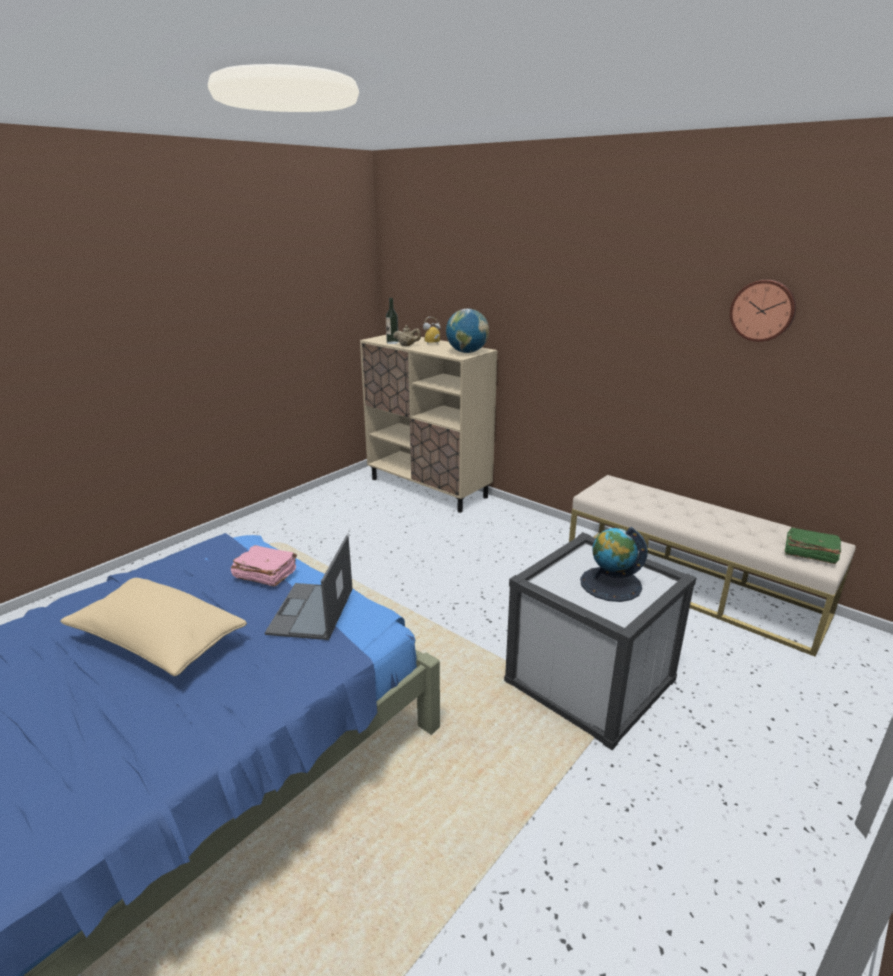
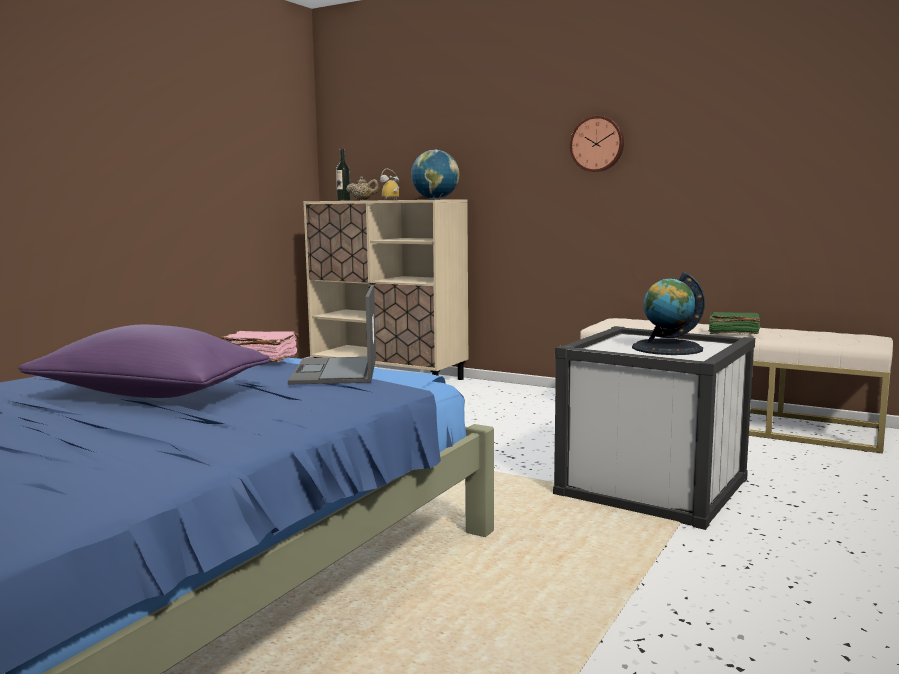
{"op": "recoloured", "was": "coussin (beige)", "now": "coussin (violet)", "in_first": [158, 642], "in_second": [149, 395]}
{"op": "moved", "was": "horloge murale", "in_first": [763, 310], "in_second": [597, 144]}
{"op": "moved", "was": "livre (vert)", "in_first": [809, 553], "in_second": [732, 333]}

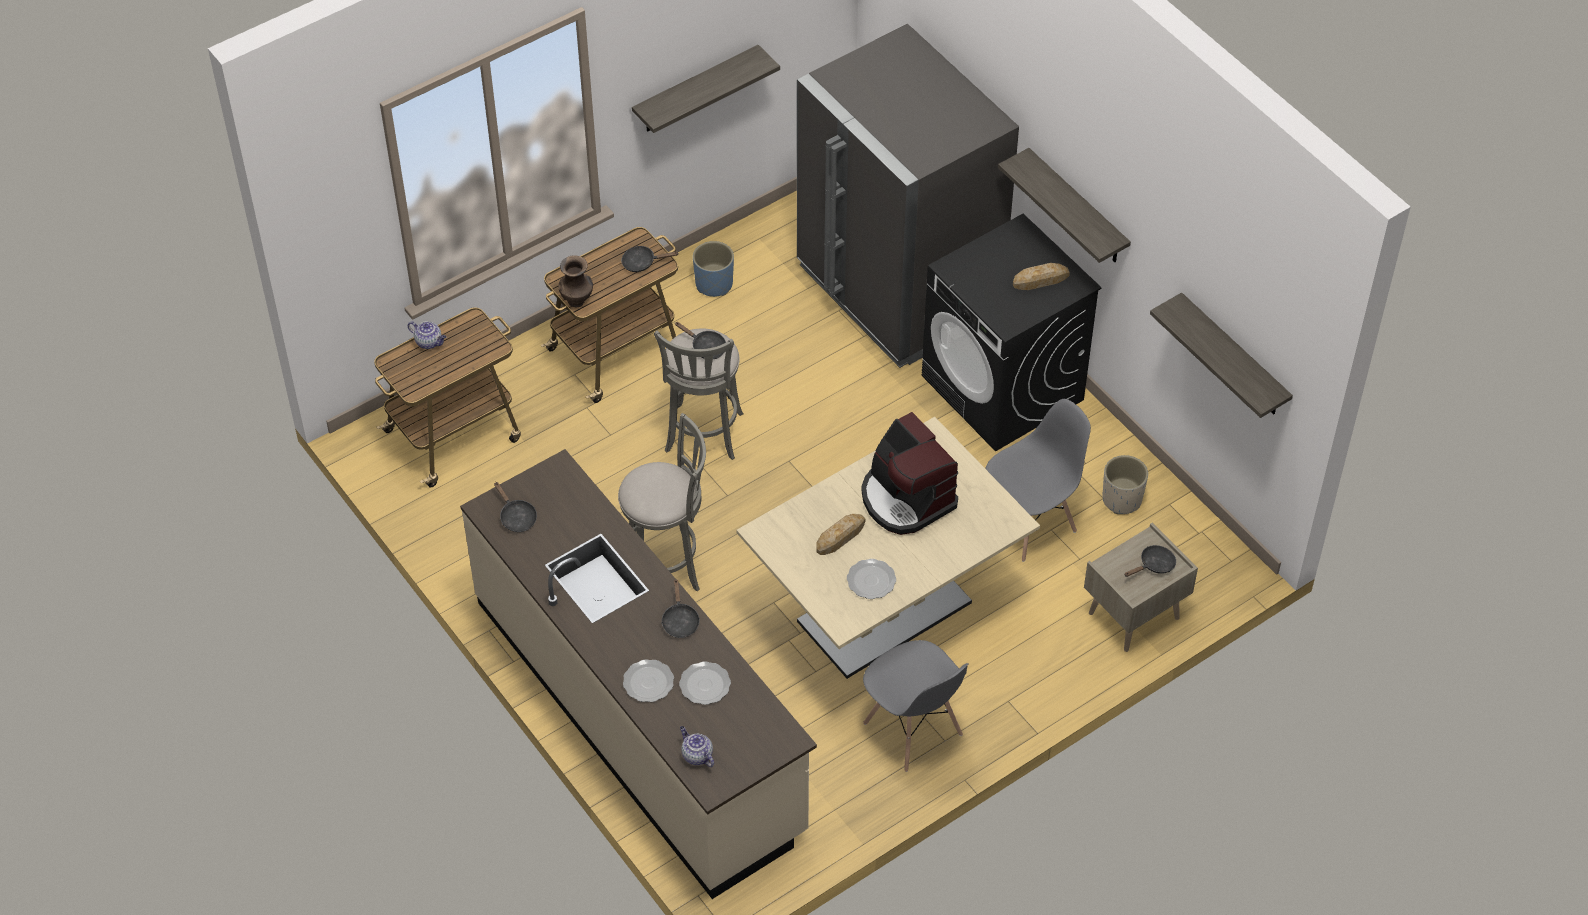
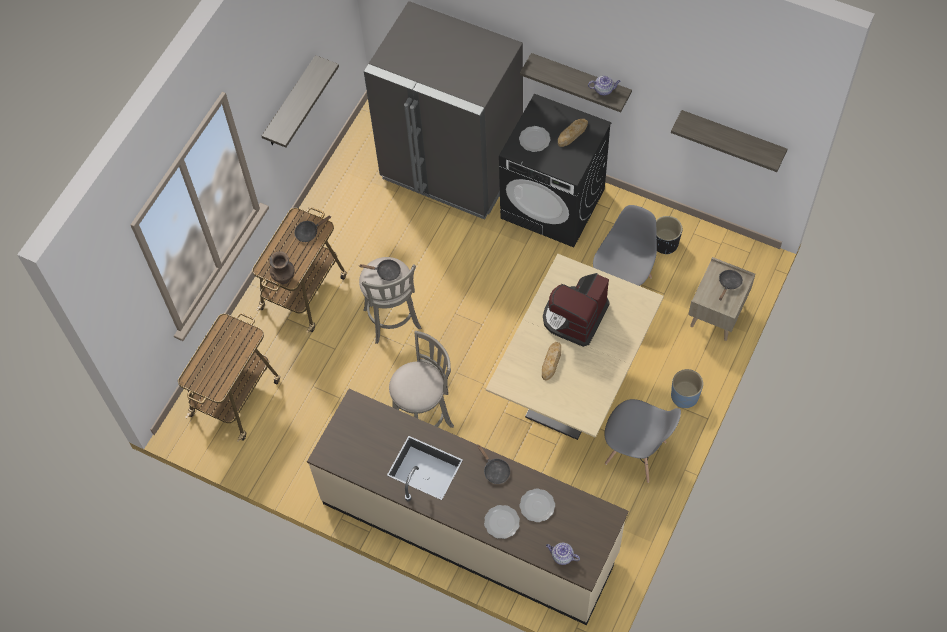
{"op": "moved", "was": "théière", "in_first": [429, 342], "in_second": [604, 90]}
{"op": "removed", "was": "poêle (noir)", "in_first": [516, 517]}
{"op": "moved", "was": "cache-pot (bleu)", "in_first": [714, 284], "in_second": [684, 396]}
{"op": "moved", "was": "assiette", "in_first": [872, 580], "in_second": [535, 139]}
{"op": "turned", "was": "machine à café", "in_first": [906, 499], "in_second": [574, 317], "clockwise": 90}
{"op": "recoloured", "was": "cache-pot (beige)", "now": "cache-pot (noir)", "in_first": [1122, 499], "in_second": [665, 243]}

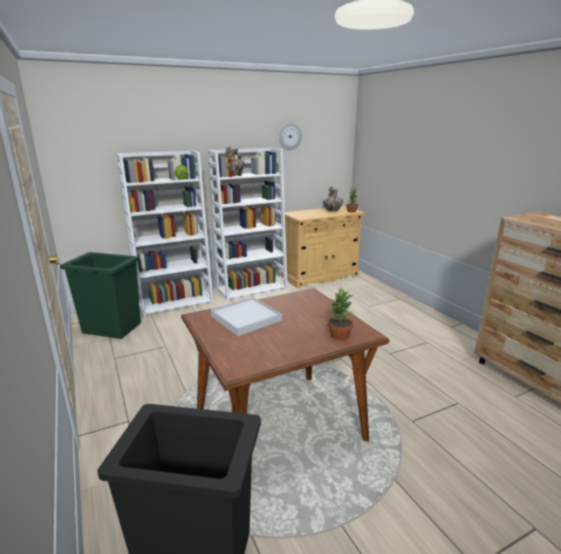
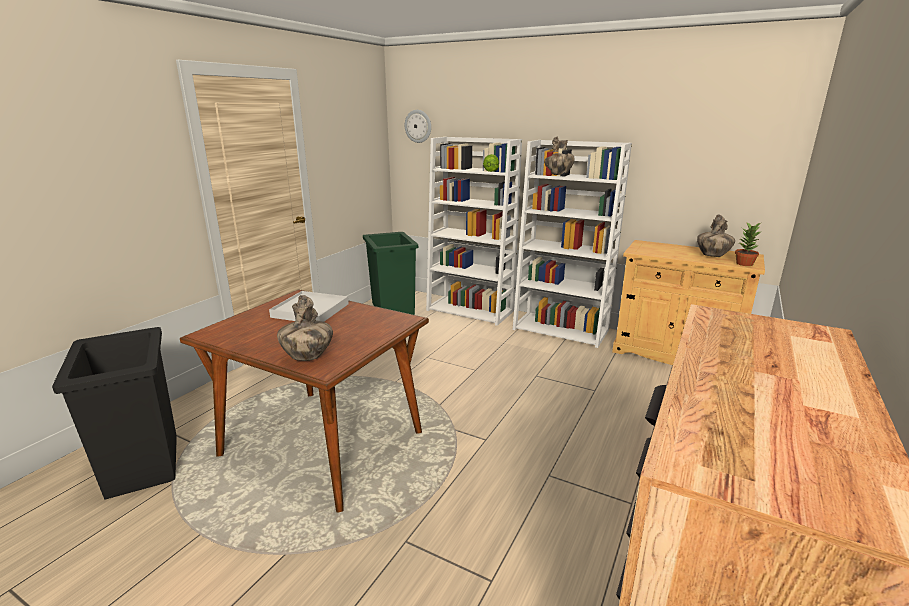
{"op": "moved", "was": "horloge murale", "in_first": [290, 136], "in_second": [418, 126]}
{"op": "replaced", "was": "plante en pot", "now": "vase", "in_first": [339, 336], "in_second": [307, 357]}

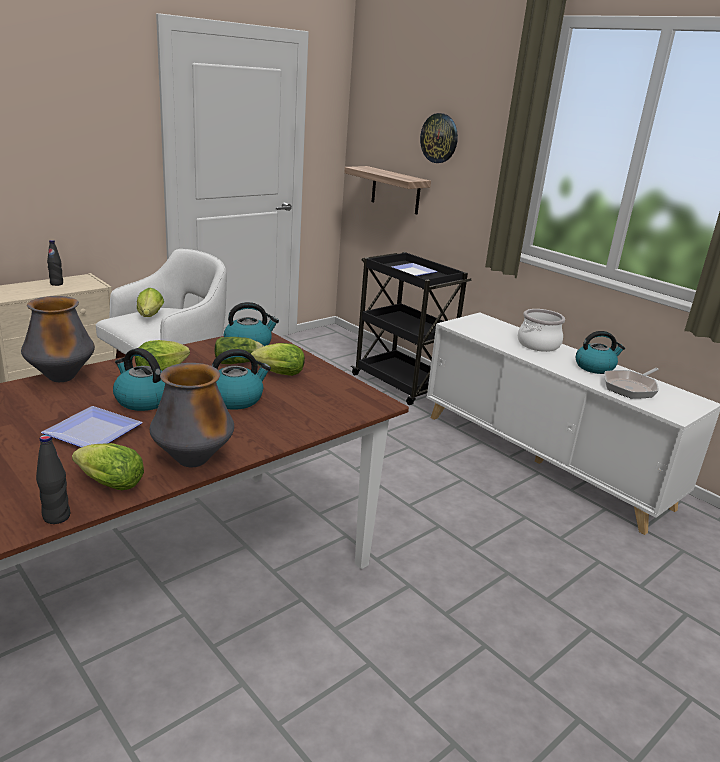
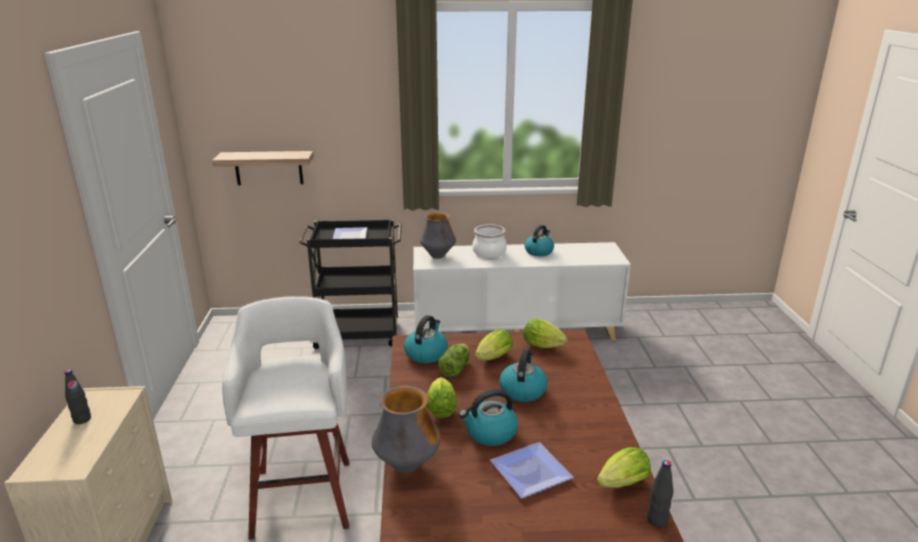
{"op": "moved", "was": "laitue", "in_first": [150, 317], "in_second": [545, 346]}
{"op": "moved", "was": "vase", "in_first": [193, 460], "in_second": [438, 256]}
{"op": "removed", "was": "horloge murale", "in_first": [439, 138]}
{"op": "removed", "was": "poêle", "in_first": [631, 387]}

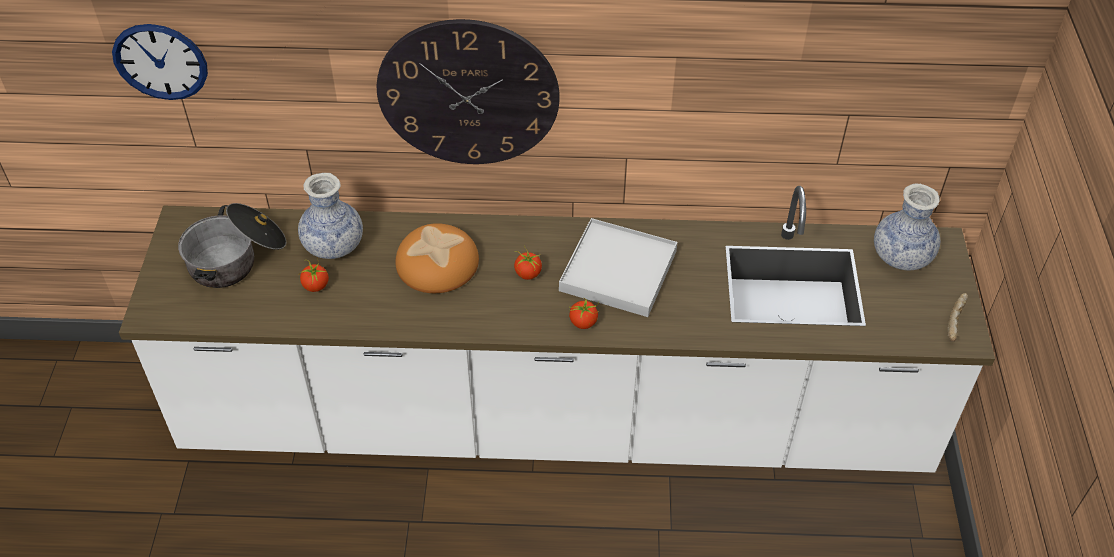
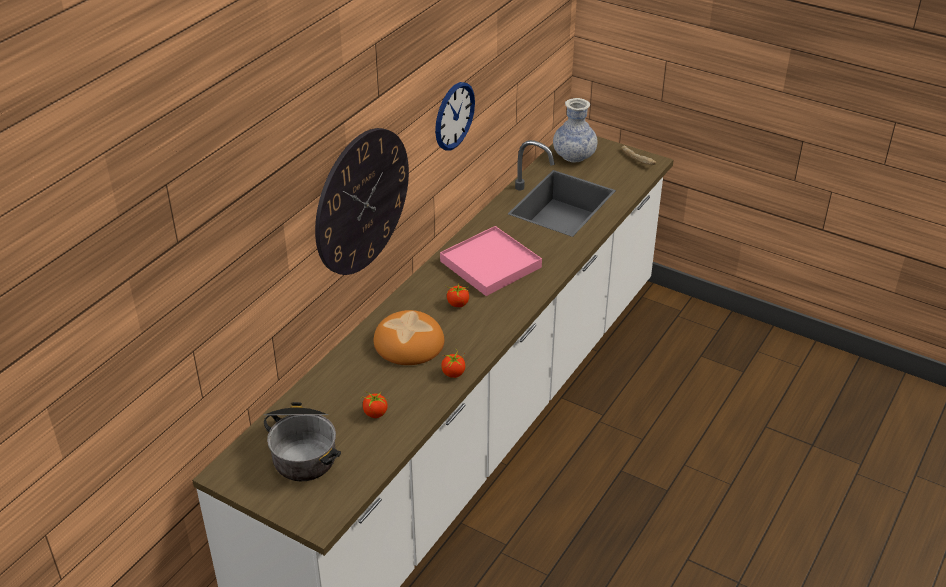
{"op": "moved", "was": "horloge murale", "in_first": [160, 61], "in_second": [454, 116]}
{"op": "removed", "was": "vase", "in_first": [333, 246]}
{"op": "recoloured", "was": "plateau (blanc)", "now": "plateau (rose)", "in_first": [618, 271], "in_second": [490, 264]}
{"op": "moved", "was": "tomate", "in_first": [583, 322], "in_second": [453, 373]}

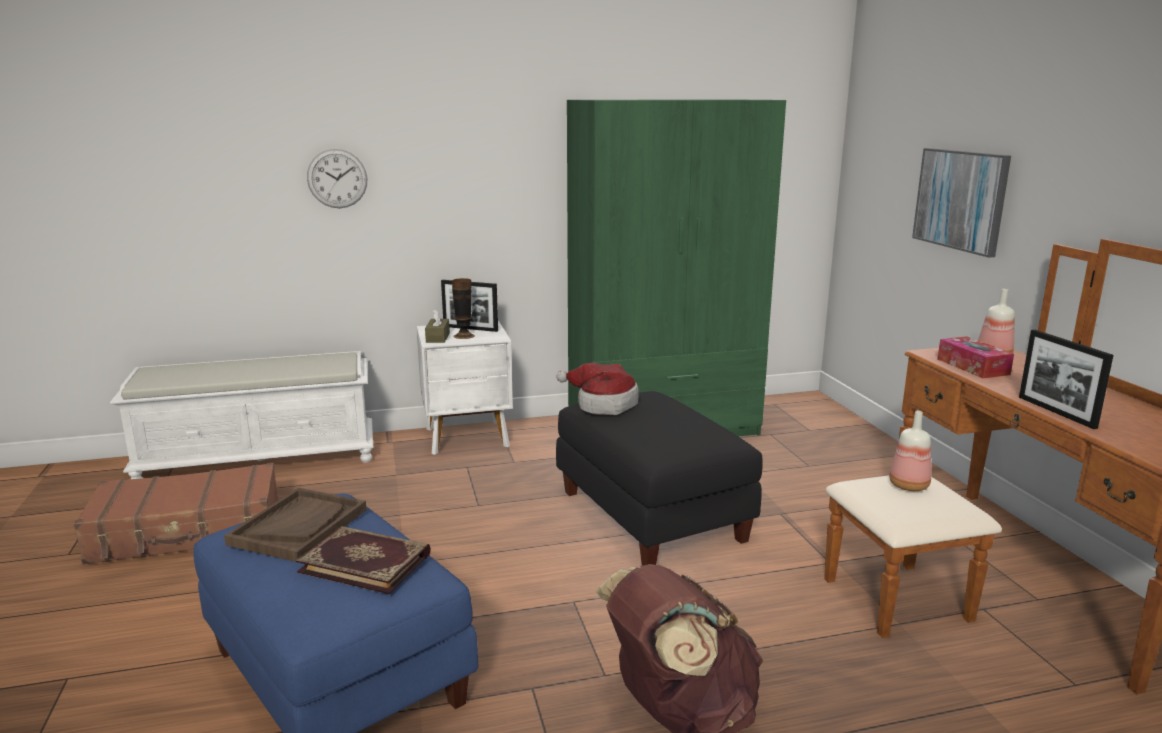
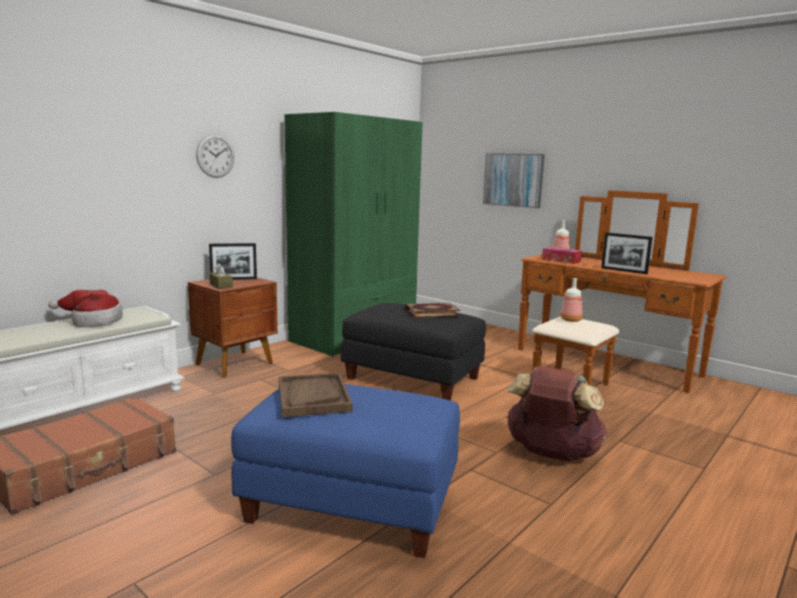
{"op": "moved", "was": "livre", "in_first": [366, 562], "in_second": [431, 312]}
{"op": "moved", "was": "horloge murale", "in_first": [337, 178], "in_second": [215, 156]}
{"op": "recoloured", "was": "table de chevet (blanc)", "now": "table de chevet (marron)", "in_first": [468, 438], "in_second": [236, 364]}
{"op": "removed", "was": "vase", "in_first": [464, 336]}
{"op": "moved", "was": "chapeau", "in_first": [602, 405], "in_second": [93, 321]}

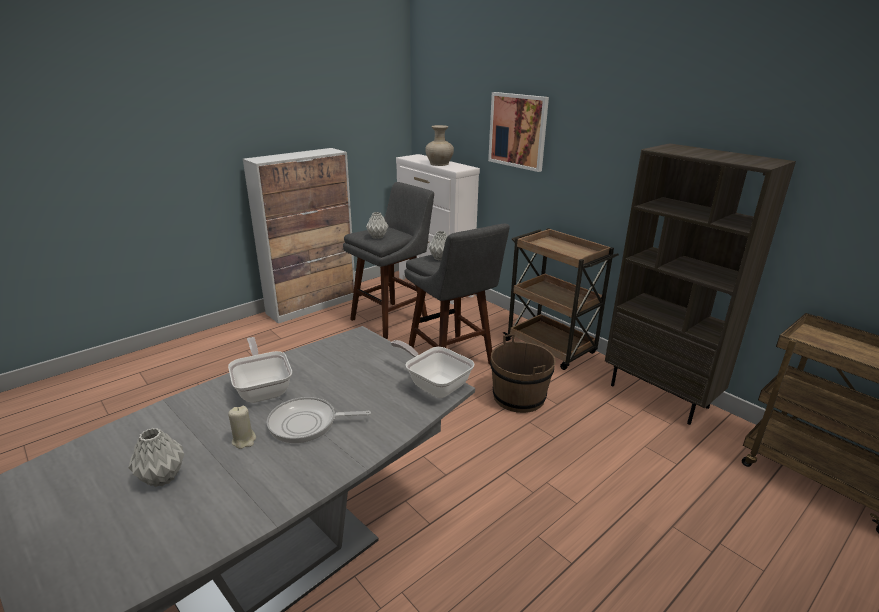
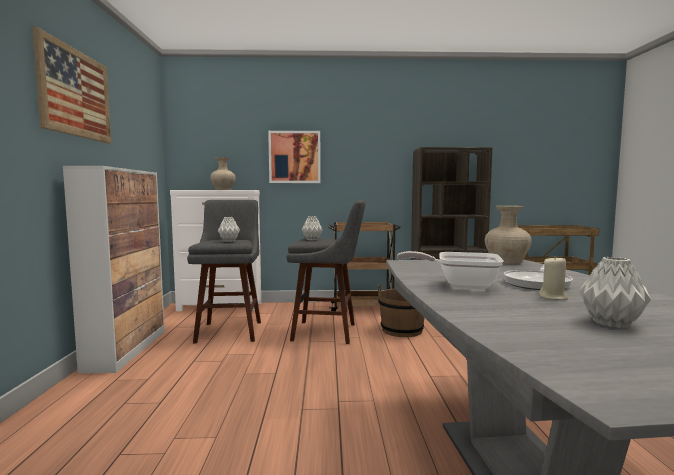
{"op": "replaced", "was": "poêle", "now": "vase (beige)", "in_first": [434, 384], "in_second": [506, 261]}
{"op": "added", "now": "tableau", "in_second": [75, 93]}

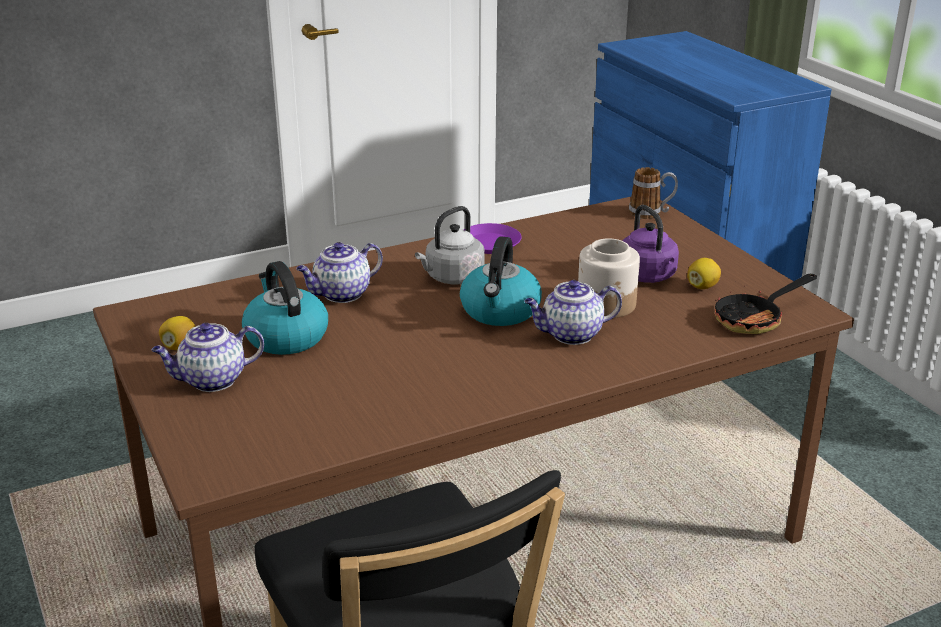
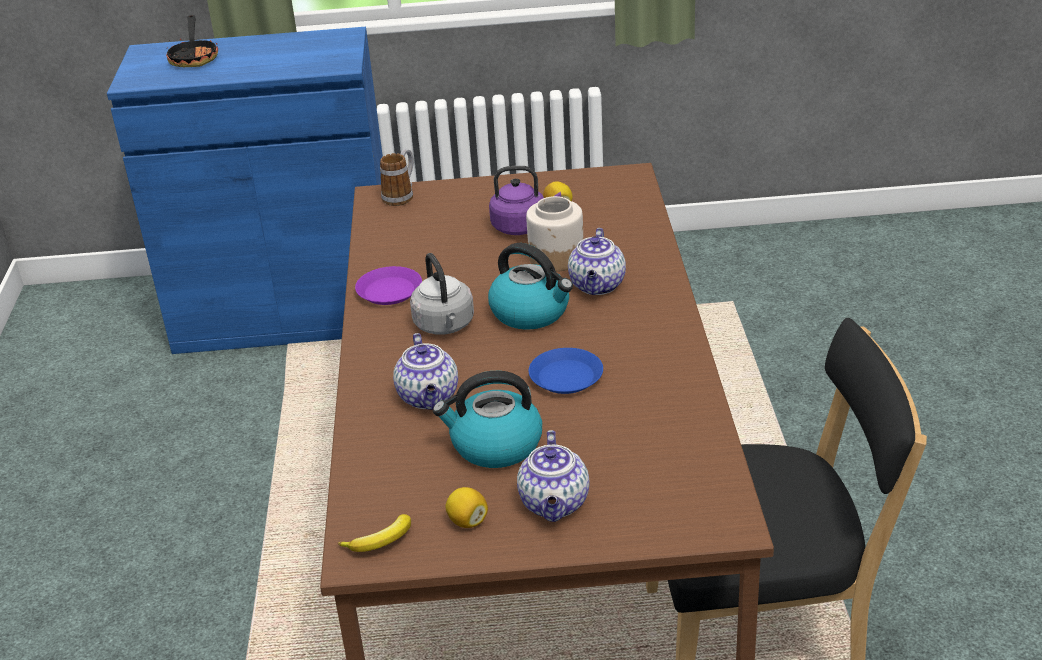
{"op": "moved", "was": "poêle", "in_first": [755, 319], "in_second": [194, 57]}
{"op": "added", "now": "banane", "in_second": [381, 541]}
{"op": "added", "now": "assiette (bleu)", "in_second": [566, 377]}

